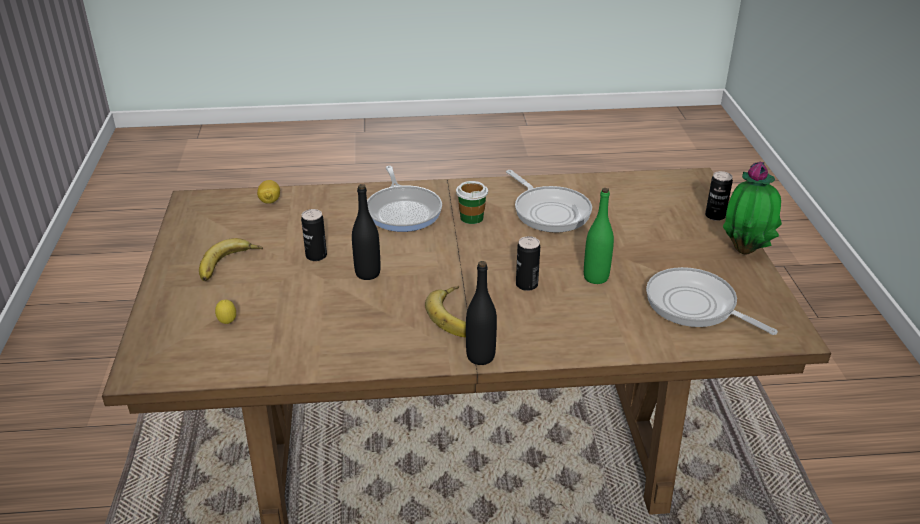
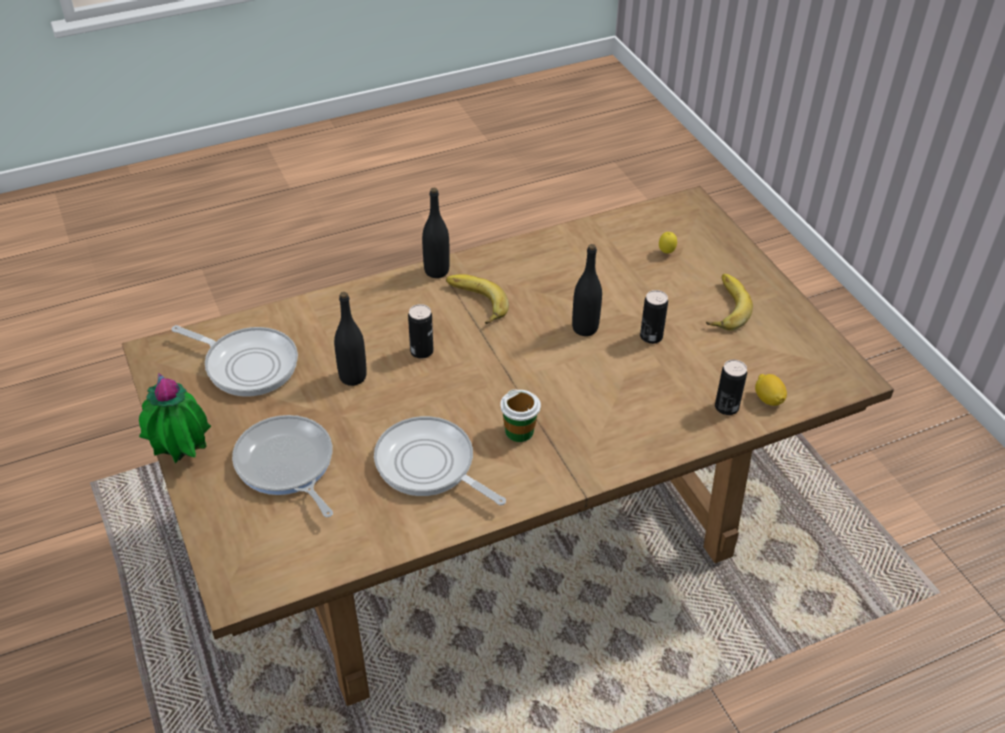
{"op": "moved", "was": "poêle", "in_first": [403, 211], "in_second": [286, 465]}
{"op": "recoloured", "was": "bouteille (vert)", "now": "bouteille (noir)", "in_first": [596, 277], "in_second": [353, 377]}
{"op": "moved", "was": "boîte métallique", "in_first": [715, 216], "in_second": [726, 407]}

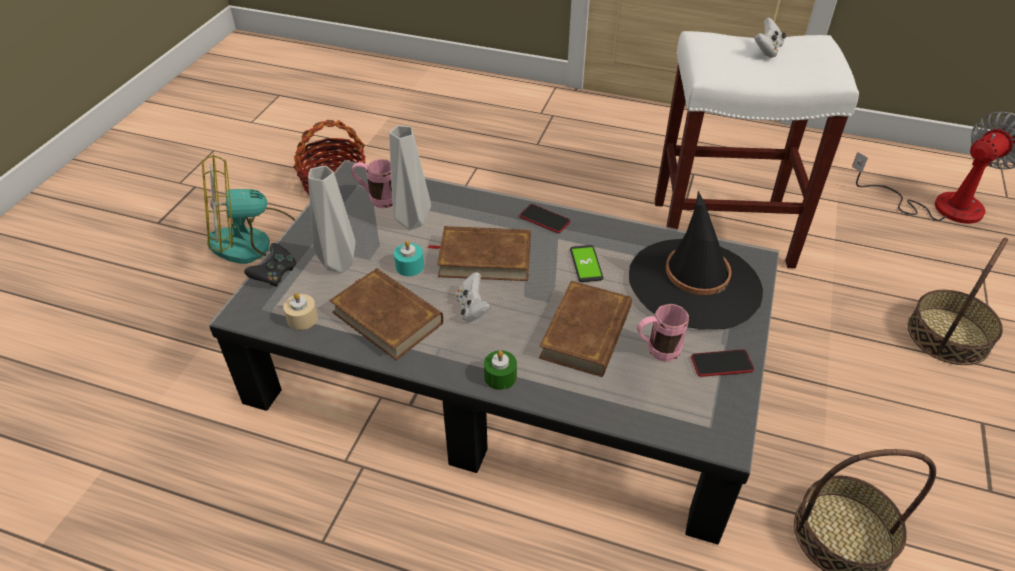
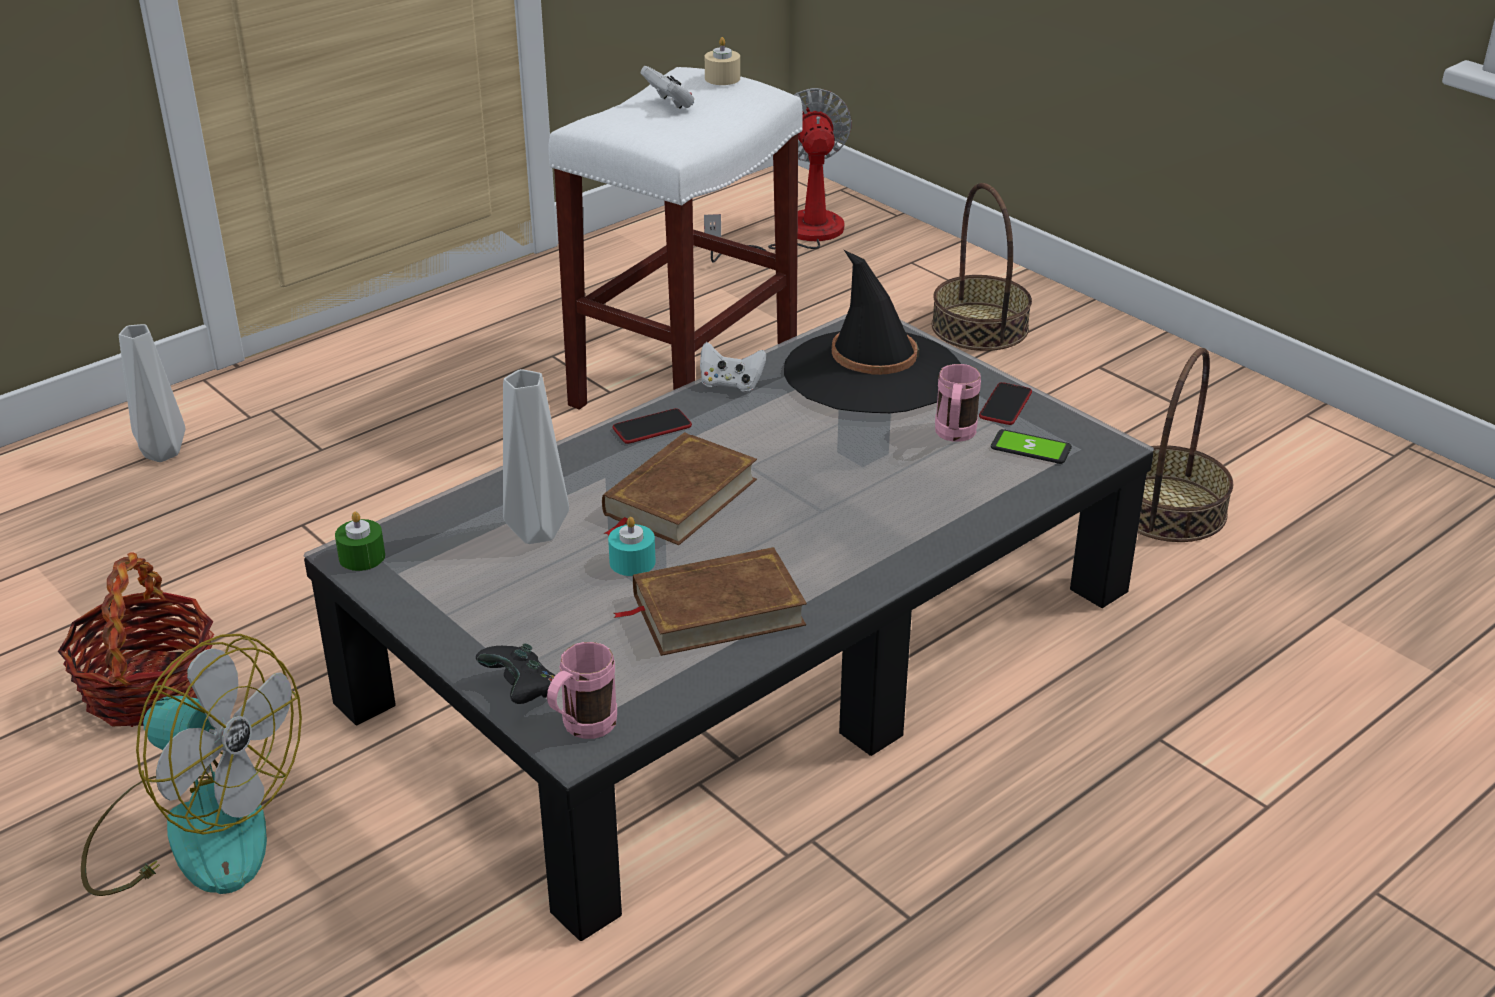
{"op": "turned", "was": "ventilateur", "in_first": [255, 243], "in_second": [194, 830], "clockwise": -75}
{"op": "moved", "was": "bougie (beige)", "in_first": [302, 318], "in_second": [722, 78]}
{"op": "moved", "was": "vase (gris)", "in_first": [338, 265], "in_second": [163, 454]}
{"op": "moved", "was": "mug (rose)", "in_first": [377, 199], "in_second": [581, 729]}
{"op": "moved", "was": "manette (blanc)", "in_first": [472, 309], "in_second": [731, 384]}
{"op": "moved", "was": "bougie (vert)", "in_first": [500, 376], "in_second": [362, 557]}
{"op": "removed", "was": "livre (marron)", "in_first": [587, 333]}
{"op": "moved", "was": "téléphone", "in_first": [586, 264], "in_second": [1030, 448]}

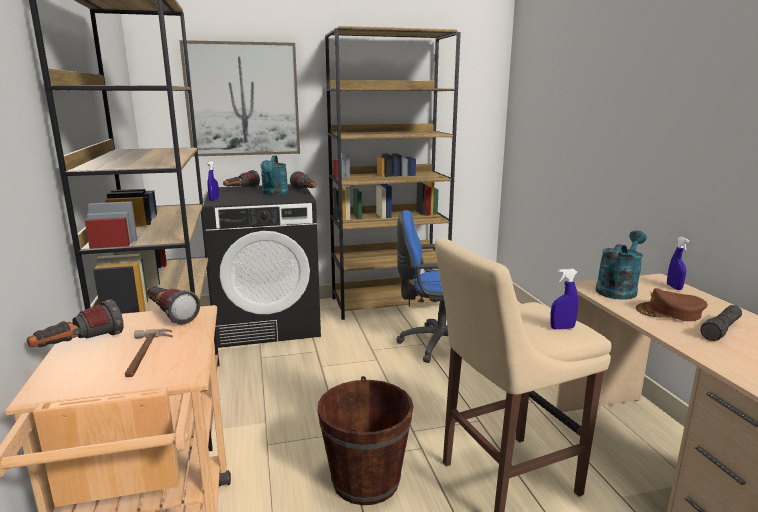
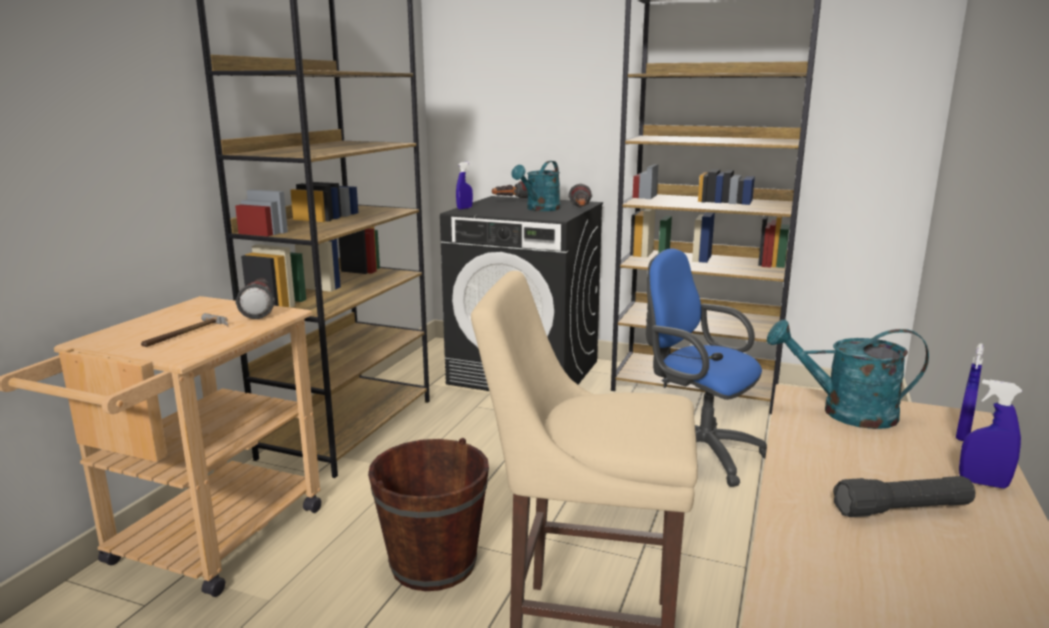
{"op": "removed", "was": "lampe de poche", "in_first": [79, 345]}
{"op": "removed", "was": "tableau", "in_first": [243, 99]}
{"op": "moved", "was": "vaporisateur (bleu)", "in_first": [562, 328], "in_second": [983, 483]}
{"op": "turned", "was": "arrosoir (turquoise)", "in_first": [618, 289], "in_second": [845, 413], "clockwise": -150}
{"op": "removed", "was": "casquette (marron)", "in_first": [669, 312]}

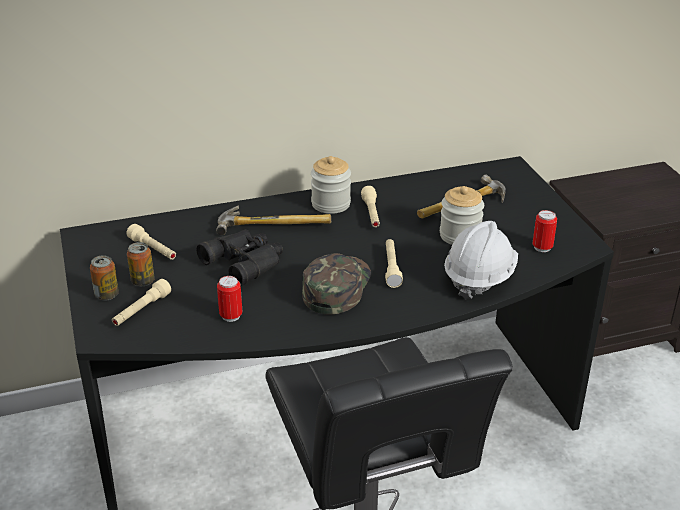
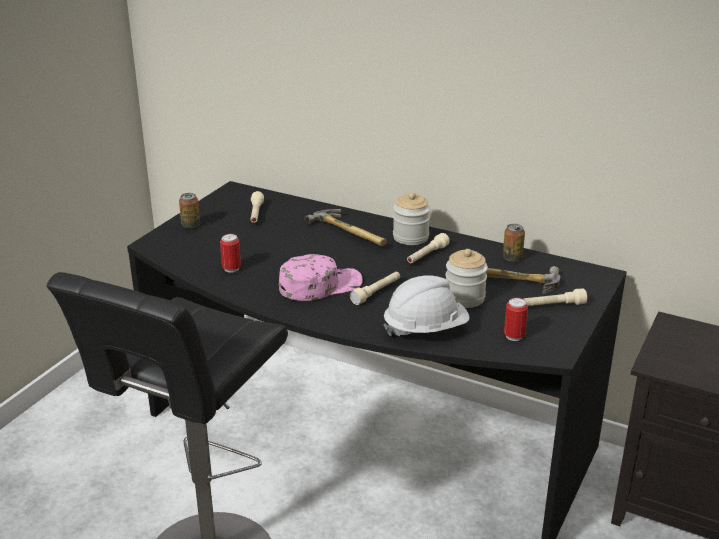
{"op": "moved", "was": "lampe de poche (beige)", "in_first": [141, 310], "in_second": [553, 306]}
{"op": "moved", "was": "boîte métallique", "in_first": [143, 281], "in_second": [512, 258]}
{"op": "removed", "was": "jumelles (noir)", "in_first": [246, 261]}
{"op": "recoloured", "was": "casquette (vert)", "now": "casquette (rose)", "in_first": [336, 287], "in_second": [320, 285]}

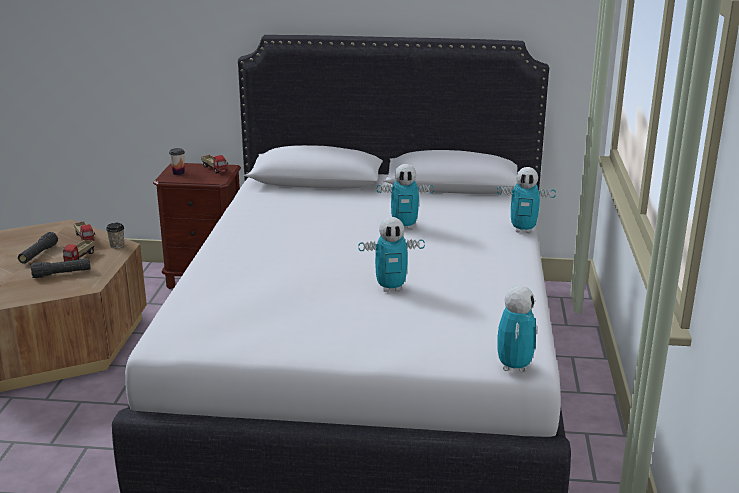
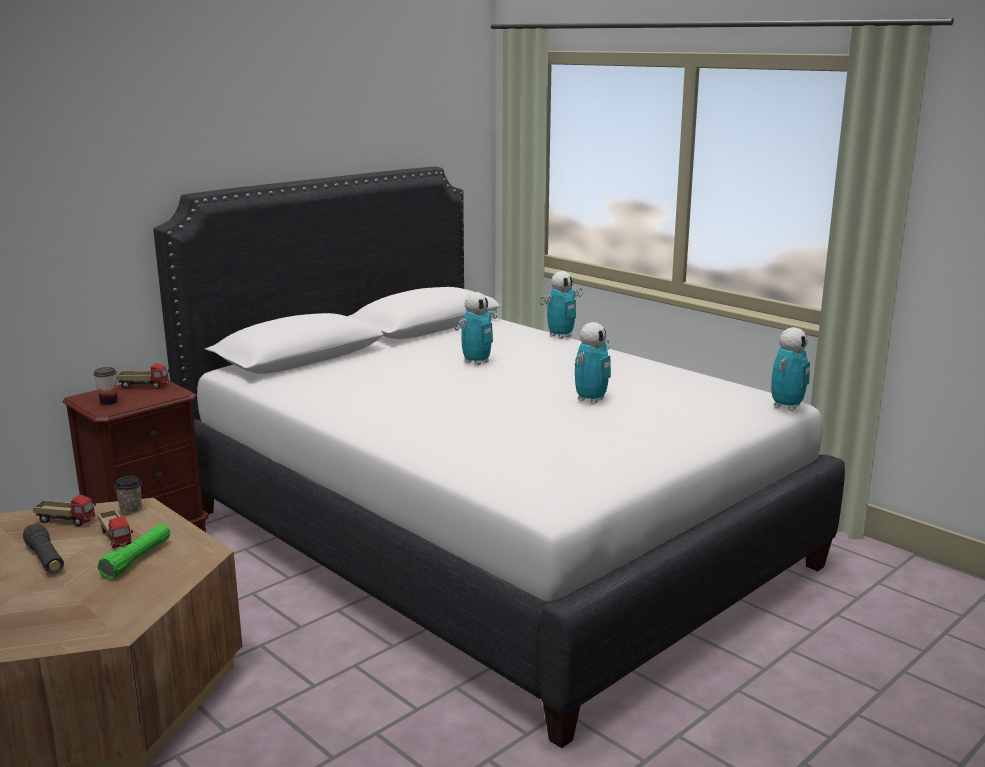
{"op": "recoloured", "was": "lampe de poche (noir)", "now": "lampe de poche (vert)", "in_first": [62, 274], "in_second": [137, 559]}
{"op": "turned", "was": "robot jouet", "in_first": [514, 366], "in_second": [786, 406], "clockwise": 75}

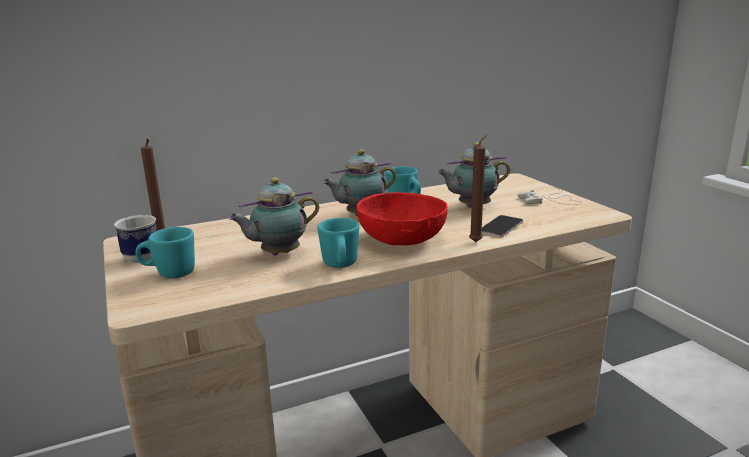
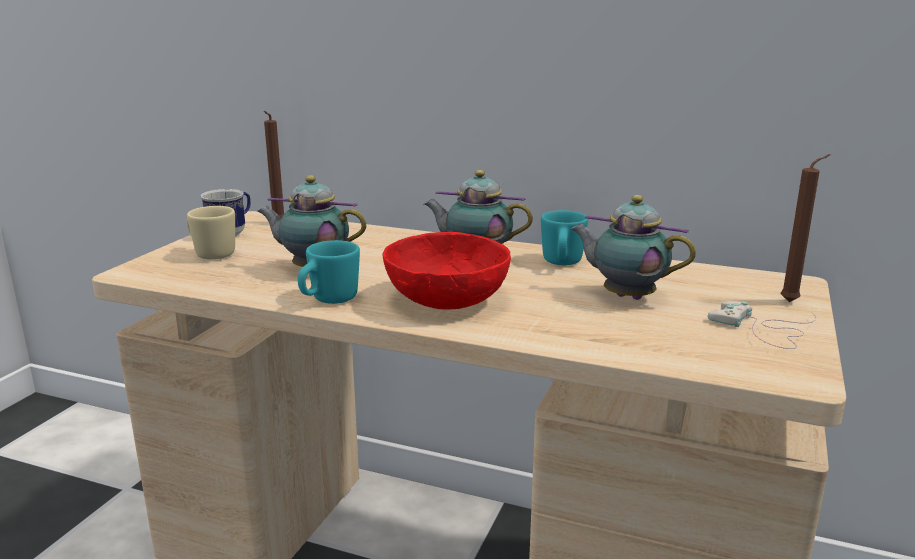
{"op": "recoloured", "was": "mug (turquoise)", "now": "mug (beige)", "in_first": [169, 273], "in_second": [211, 254]}
{"op": "moved", "was": "bougie (marron)", "in_first": [477, 241], "in_second": [792, 302]}
{"op": "removed", "was": "téléphone", "in_first": [501, 227]}

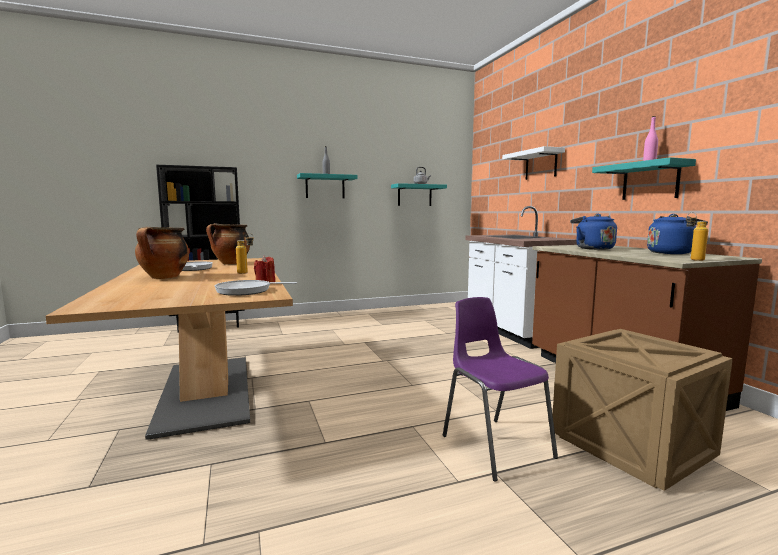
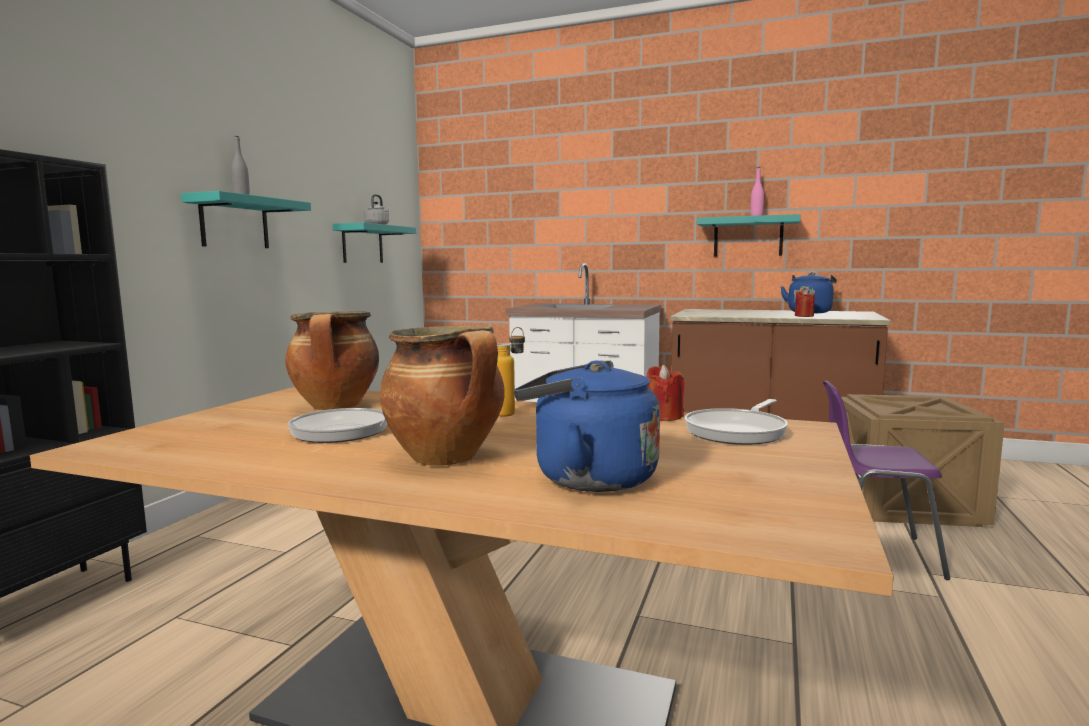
{"op": "removed", "was": "étagère (blanc)", "in_first": [541, 165]}
{"op": "moved", "was": "bouilloire (bleu)", "in_first": [592, 248], "in_second": [587, 478]}
{"op": "removed", "was": "bouteille", "in_first": [692, 259]}
{"op": "added", "now": "bougie (rouge)", "in_second": [804, 316]}

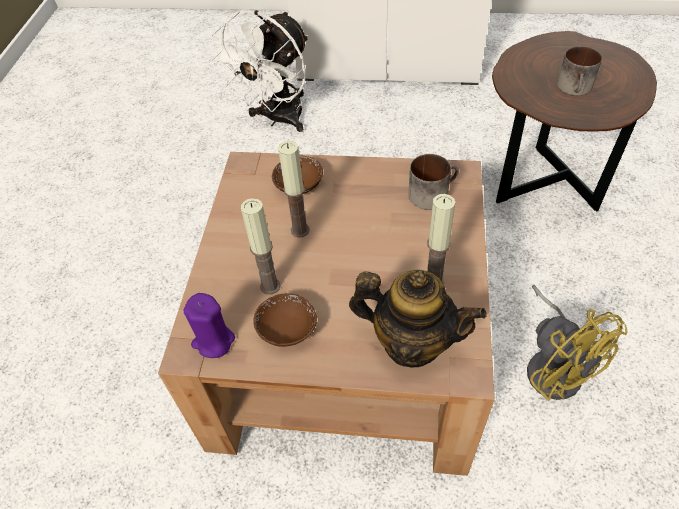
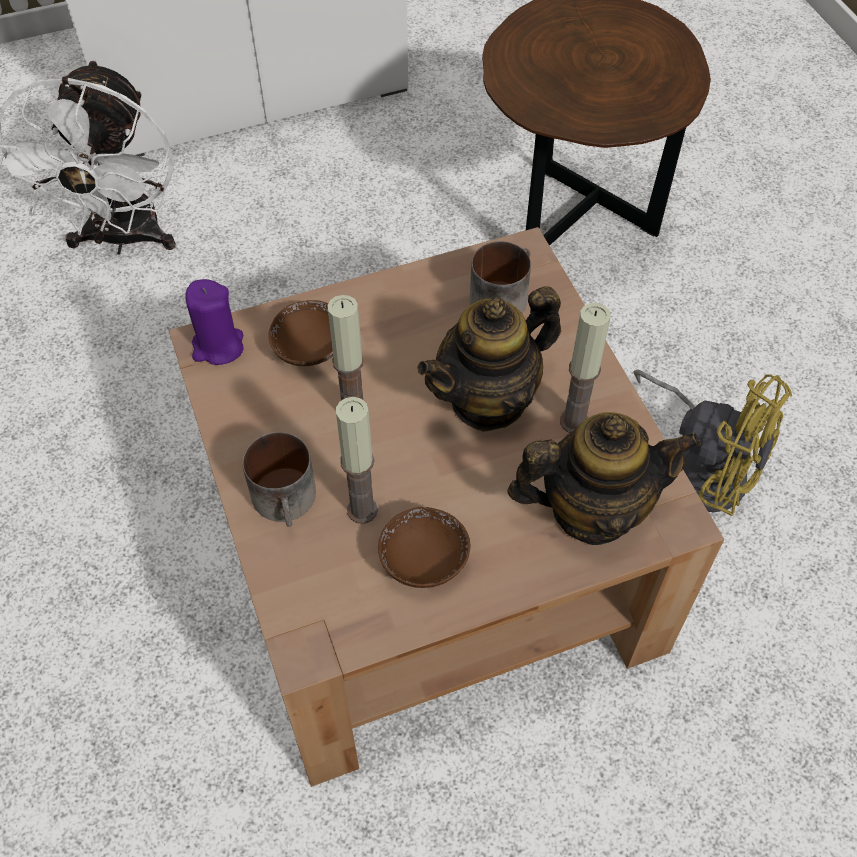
{"op": "moved", "was": "bougie (violet)", "in_first": [213, 341], "in_second": [218, 346]}
{"op": "moved", "was": "mug", "in_first": [576, 89], "in_second": [288, 501]}
{"op": "added", "now": "théière", "in_second": [488, 400]}

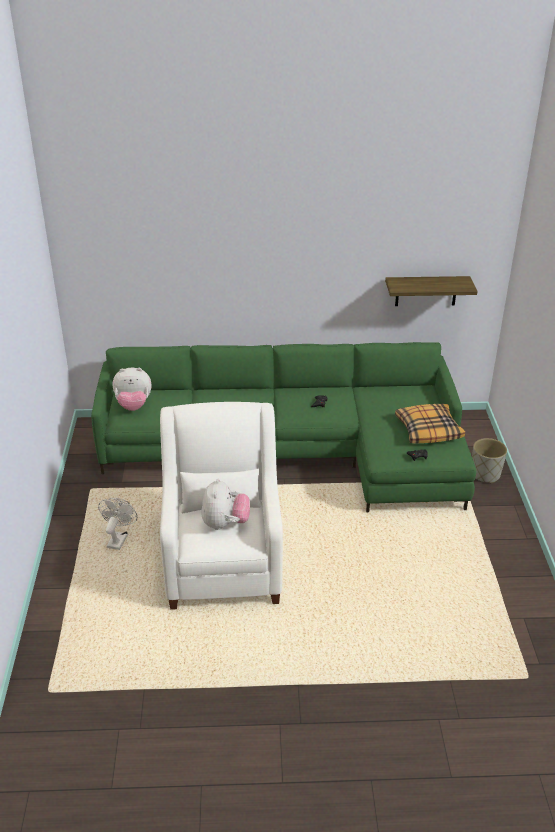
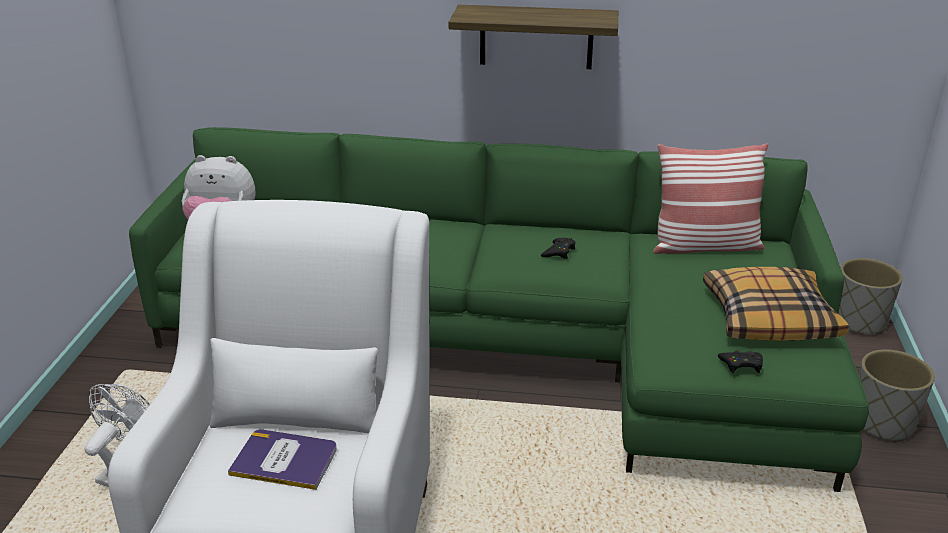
{"op": "replaced", "was": "peluche", "now": "livre", "in_first": [225, 523], "in_second": [285, 460]}
{"op": "moved", "was": "étagère", "in_first": [426, 291], "in_second": [536, 37]}
{"op": "added", "now": "coussin", "in_second": [705, 246]}
{"op": "added", "now": "cache-pot (gris)", "in_second": [859, 322]}

